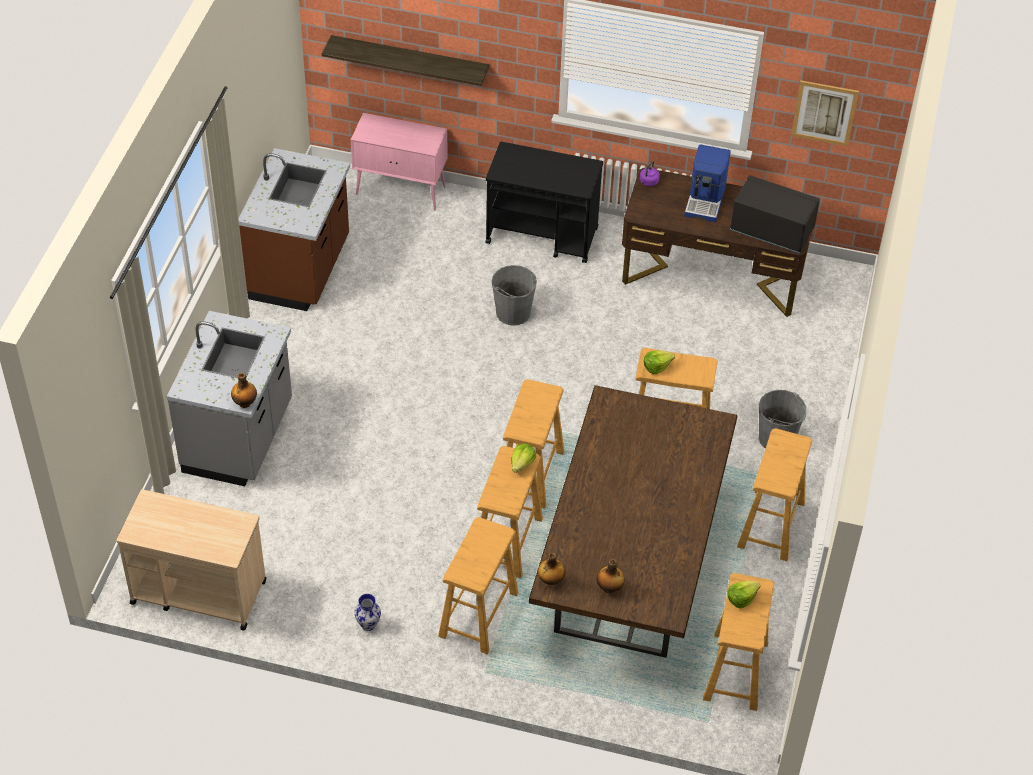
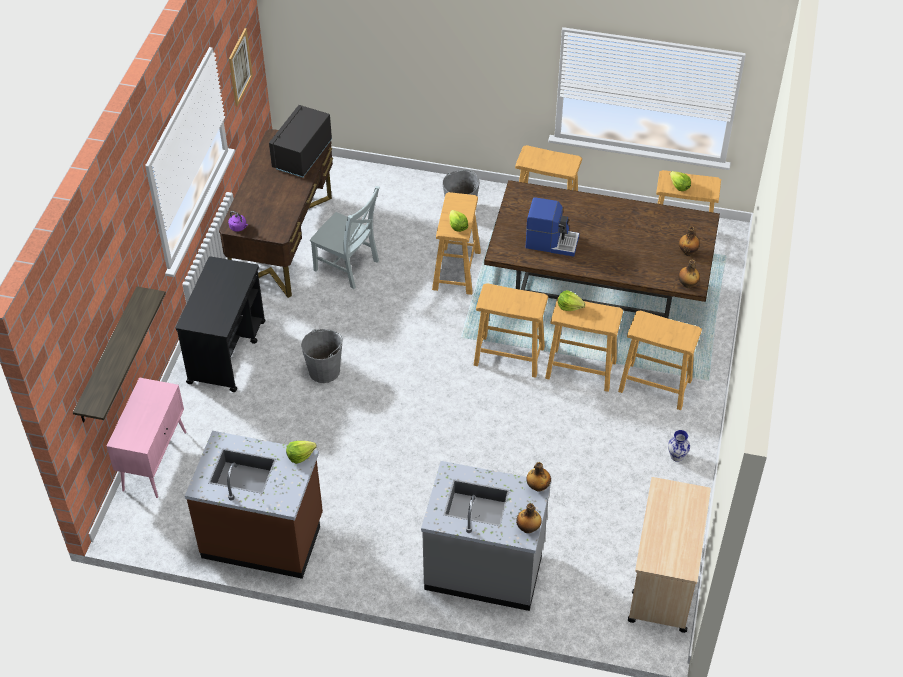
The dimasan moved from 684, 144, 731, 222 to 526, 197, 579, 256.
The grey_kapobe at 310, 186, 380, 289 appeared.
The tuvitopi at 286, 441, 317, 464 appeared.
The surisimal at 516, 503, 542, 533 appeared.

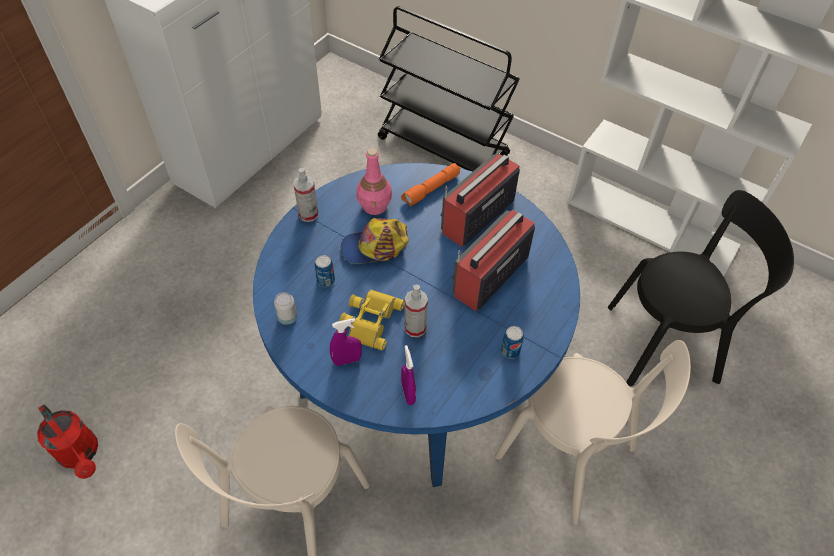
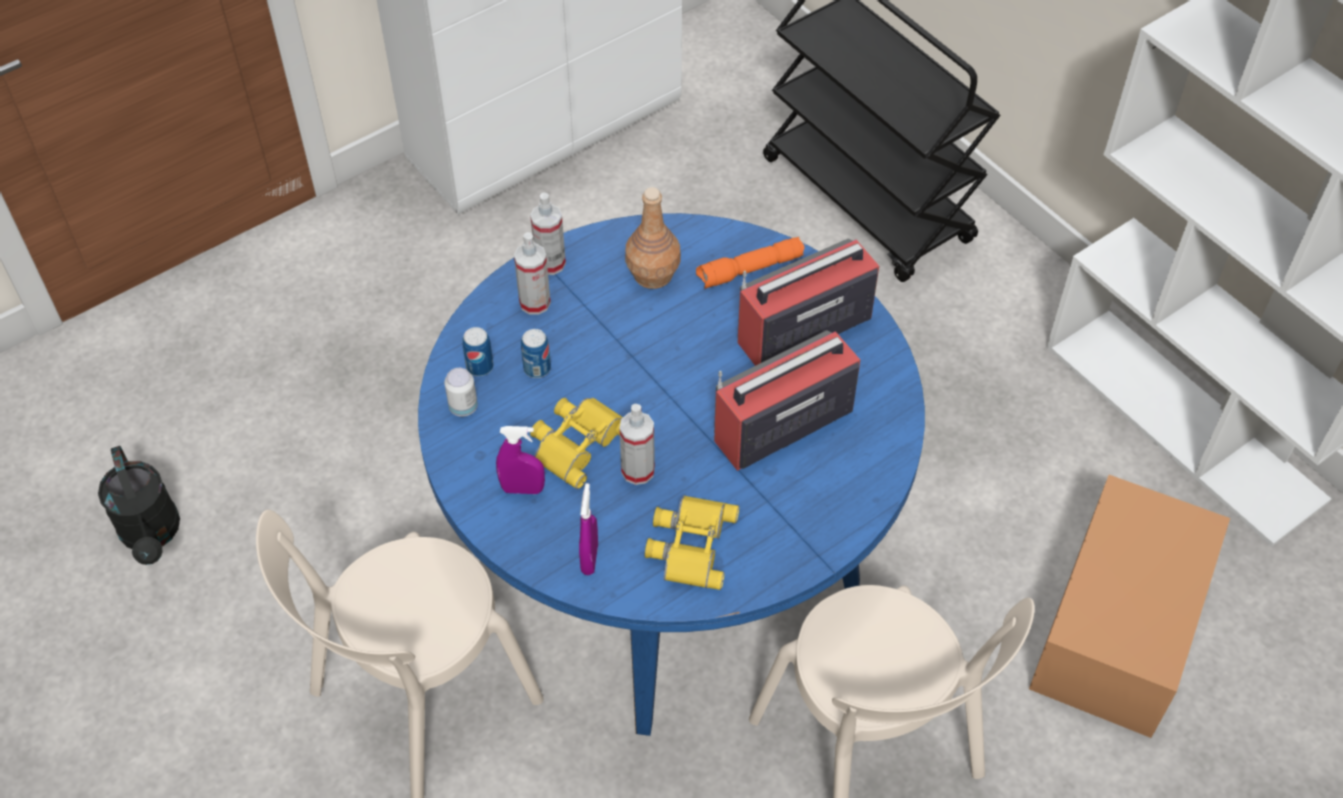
The pink_surisimal at 357, 148, 392, 215 became the brown_surisimal at 625, 187, 681, 289.
The black_kapobe at 608, 190, 794, 386 was replaced by the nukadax at 1029, 475, 1230, 738.
The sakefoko at 341, 218, 409, 264 disappeared.
The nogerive moved from 501, 326, 524, 359 to 462, 327, 493, 376.
The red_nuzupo at 37, 404, 98, 479 became the black_nuzupo at 98, 446, 180, 565.
The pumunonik at 514, 232, 551, 315 appeared.
The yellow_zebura at 645, 495, 739, 590 appeared.

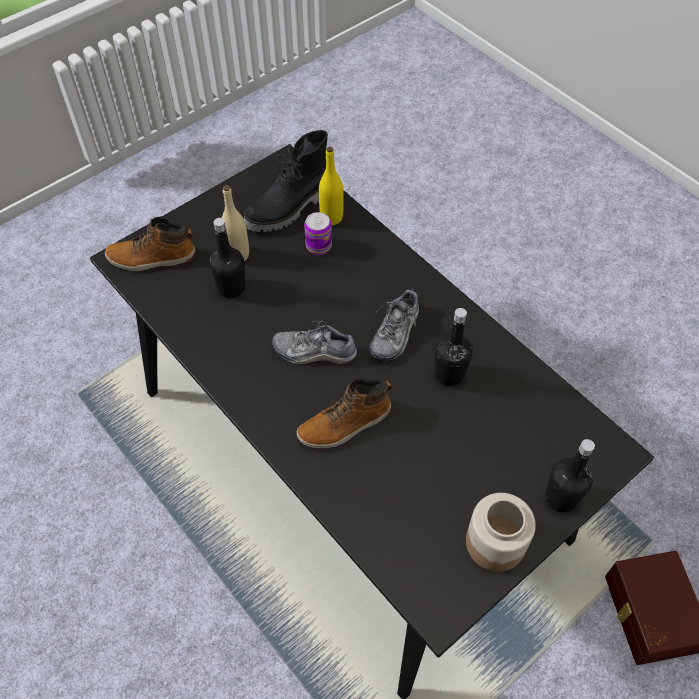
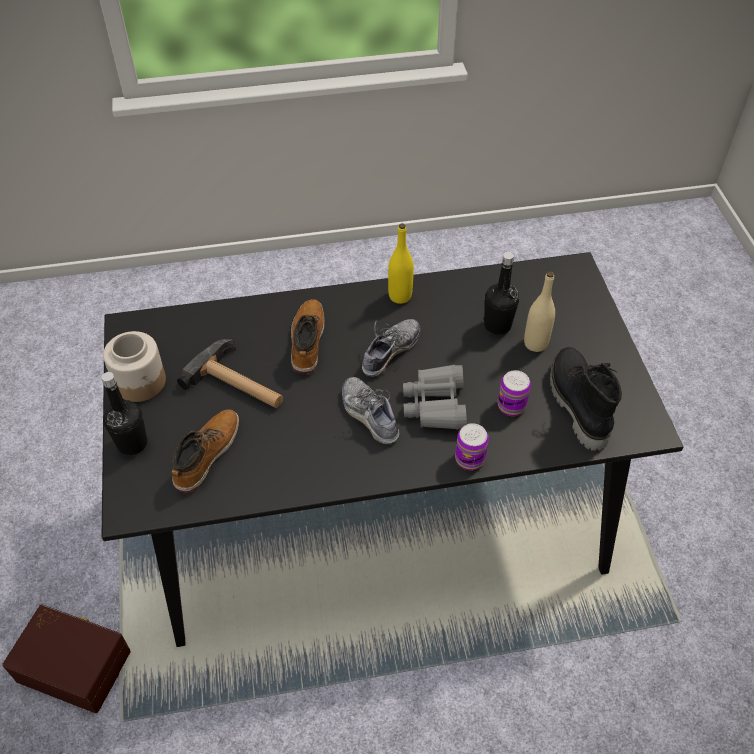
The yellow_surisimal moved from 319, 147, 344, 225 to 388, 223, 414, 304.
The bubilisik moved from 105, 217, 196, 271 to 172, 410, 239, 493.
The black_surisimal at 435, 308, 473, 386 disappeared.
The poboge at 177, 339, 283, 408 appeared.
The grey_zebura at 403, 365, 467, 430 appeared.
The nogerive at 455, 423, 489, 470 appeared.

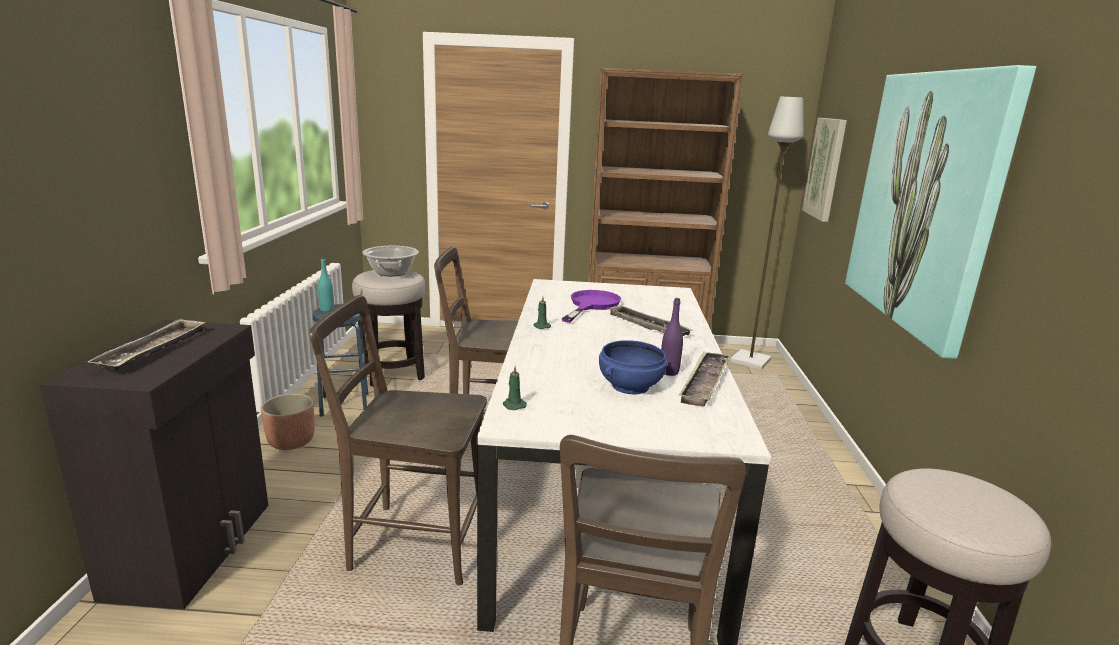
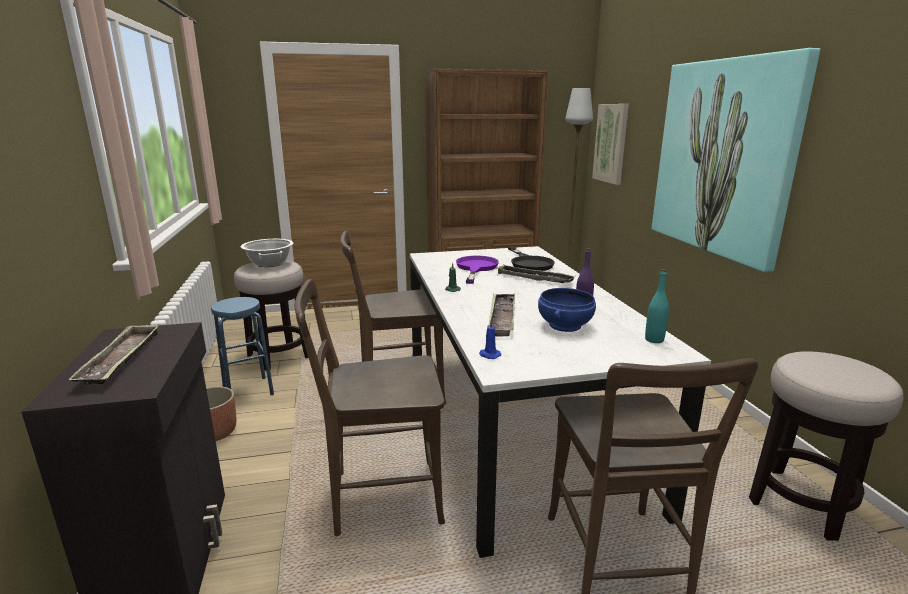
The turquoise_surisimal moved from 318, 257, 334, 312 to 645, 269, 669, 343.
The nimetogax moved from 679, 351, 730, 406 to 488, 294, 515, 337.
The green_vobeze at 503, 366, 527, 410 became the blue_vobeze at 479, 320, 501, 359.
The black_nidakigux at 508, 246, 555, 271 appeared.

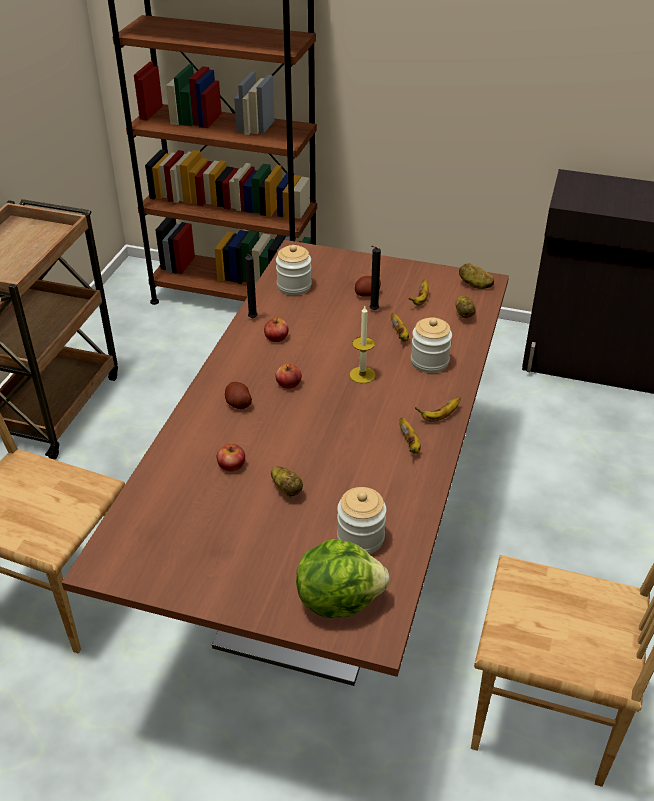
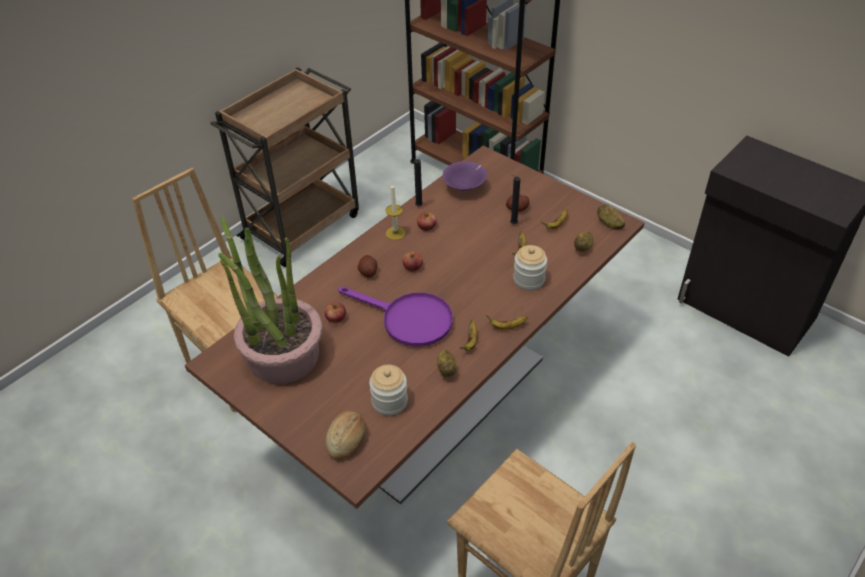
The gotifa at 276, 245, 312, 295 was replaced by the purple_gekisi at 443, 161, 487, 191.
The vobeze moved from 350, 306, 376, 383 to 385, 183, 405, 240.
The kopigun moved from 271, 466, 303, 498 to 437, 350, 457, 377.
The tuvitopi at 296, 539, 390, 618 was replaced by the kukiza at 325, 411, 365, 460.
The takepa at 218, 217, 322, 384 appeared.
The purple_nidakigux at 338, 286, 453, 347 appeared.

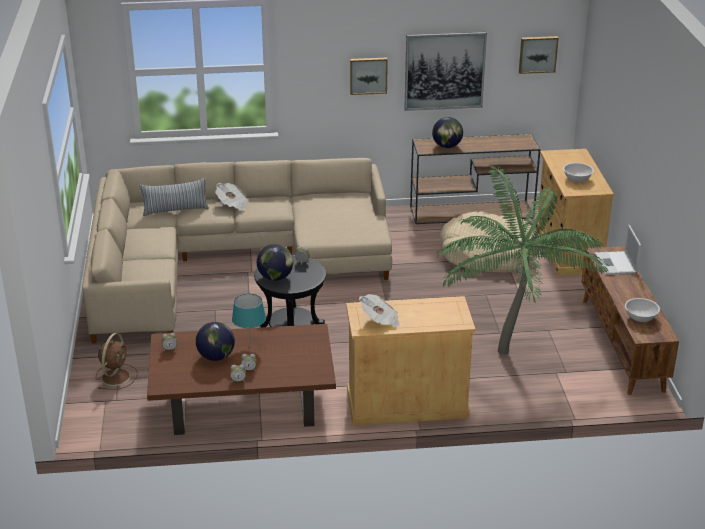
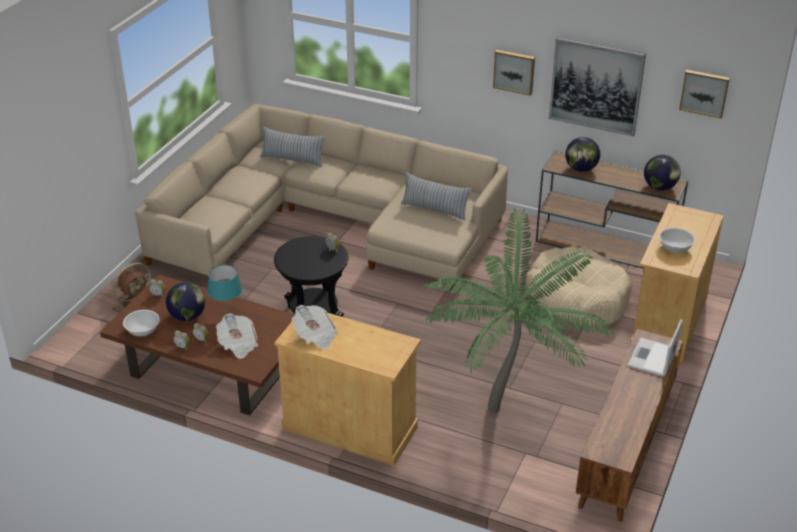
The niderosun moved from 215, 183, 249, 211 to 216, 313, 258, 359.
The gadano moved from 257, 244, 293, 281 to 644, 155, 681, 191.
The white_gekisi moved from 625, 298, 660, 322 to 123, 310, 160, 337.
The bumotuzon at 401, 172, 471, 221 appeared.

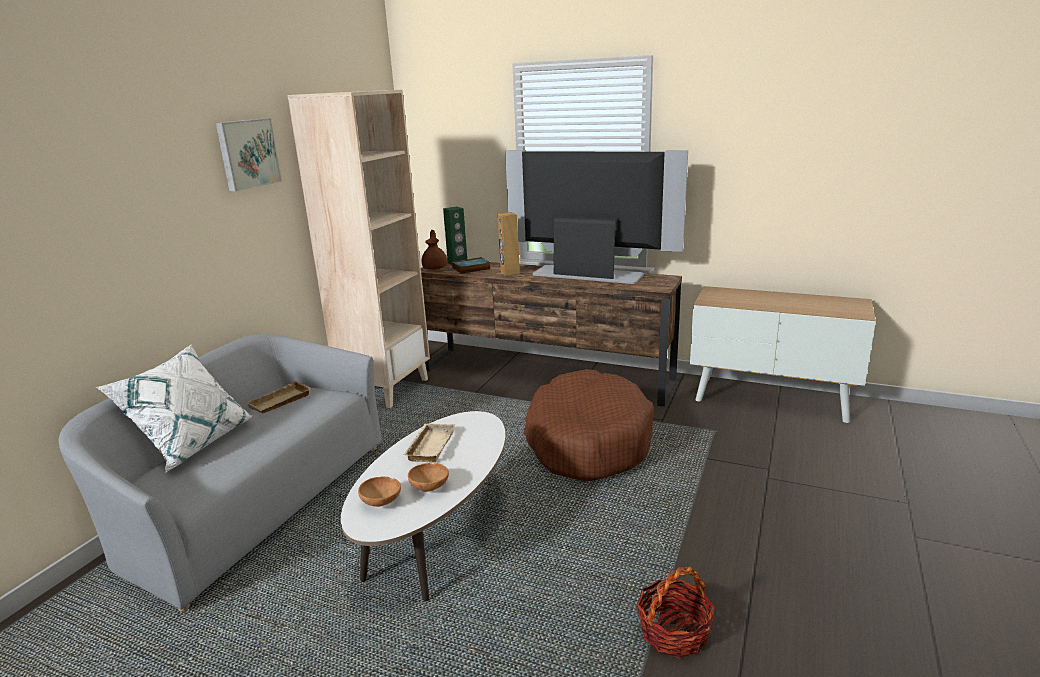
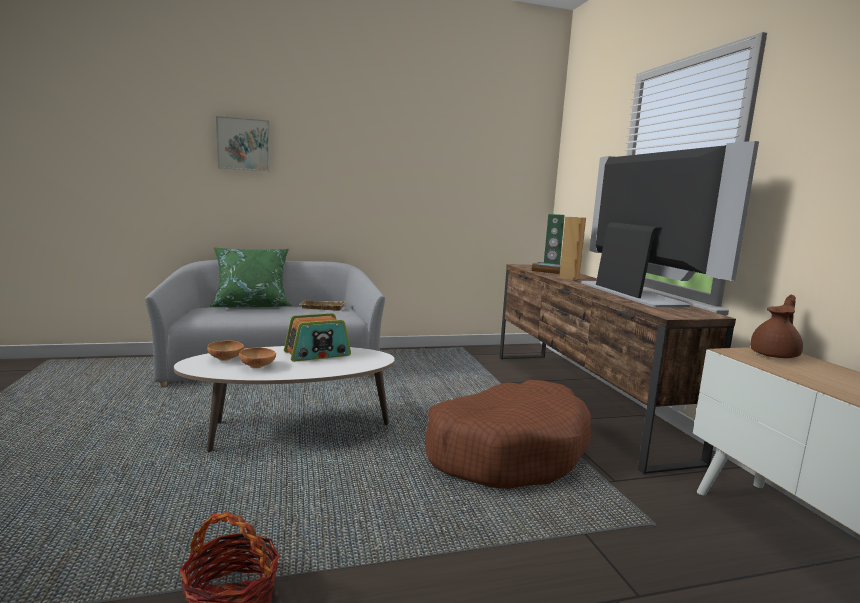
The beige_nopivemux at 287, 90, 430, 408 disappeared.
The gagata moved from 216, 118, 282, 191 to 216, 116, 270, 171.
The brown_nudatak moved from 422, 230, 448, 270 to 750, 295, 803, 358.
The white_bumotuzon at 96, 345, 252, 473 became the green_bumotuzon at 209, 247, 292, 307.
The beige_nimetogax at 403, 424, 455, 462 was replaced by the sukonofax at 284, 313, 351, 362.

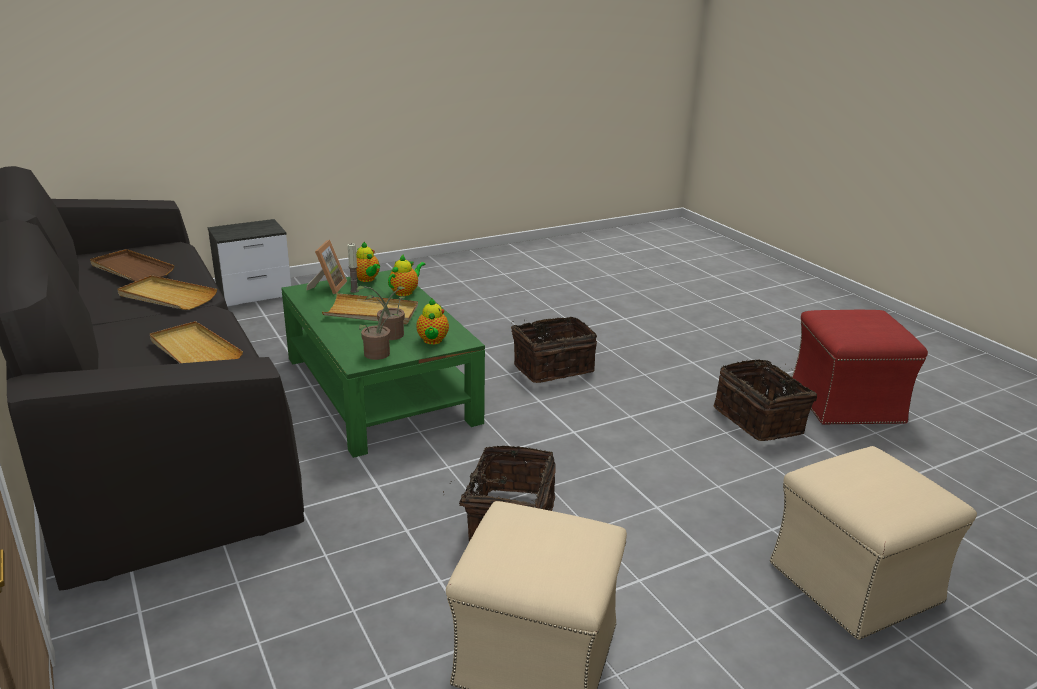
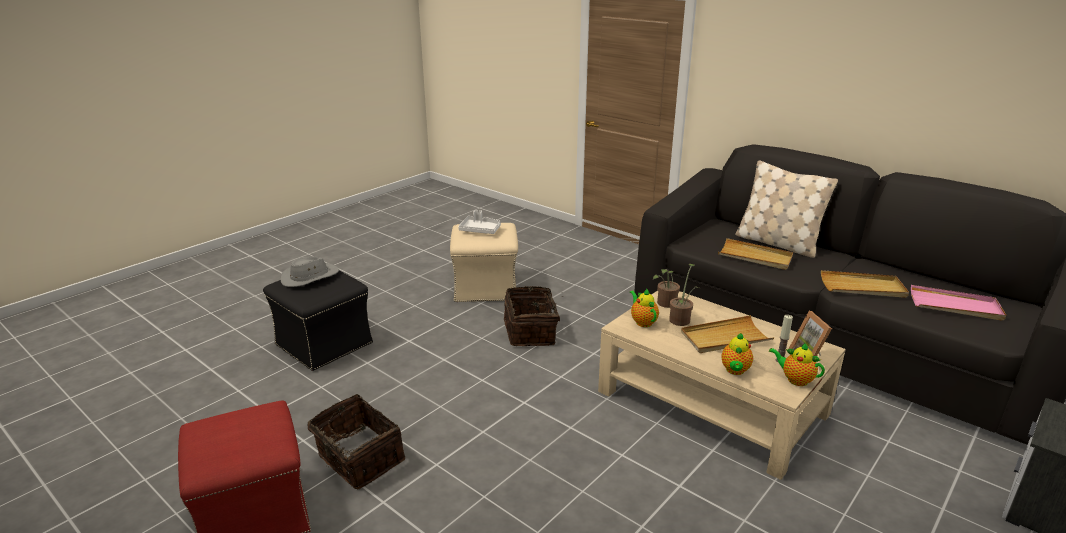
The brown_nimetogax at 90, 249, 174, 282 became the pink_nimetogax at 911, 285, 1006, 321.
The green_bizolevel at 281, 270, 485, 458 became the beige_bizolevel at 598, 291, 846, 480.
The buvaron at 511, 317, 597, 383 disappeared.
The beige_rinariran at 770, 446, 977, 640 became the black_rinariran at 263, 269, 373, 371.
The beige_bumotuzon at 735, 160, 838, 258 appeared.
The white_nimetogax at 458, 210, 501, 234 appeared.
The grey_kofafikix at 280, 257, 339, 287 appeared.

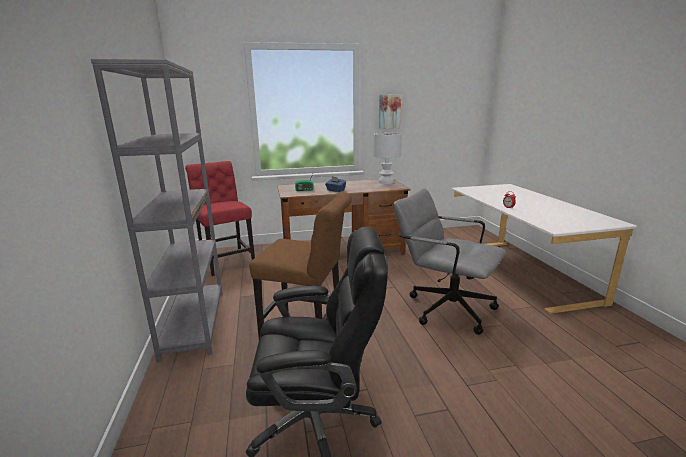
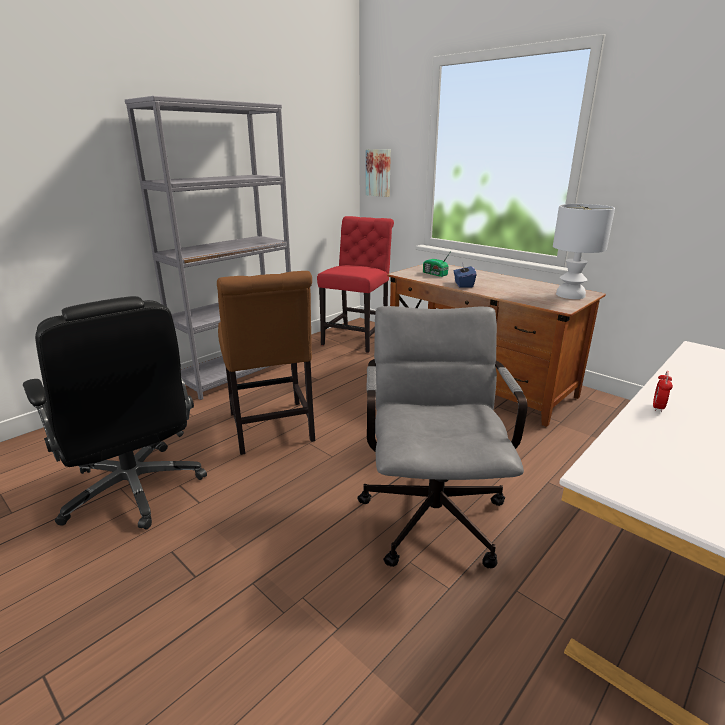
The gagata moved from 379, 94, 401, 129 to 366, 149, 391, 197.

